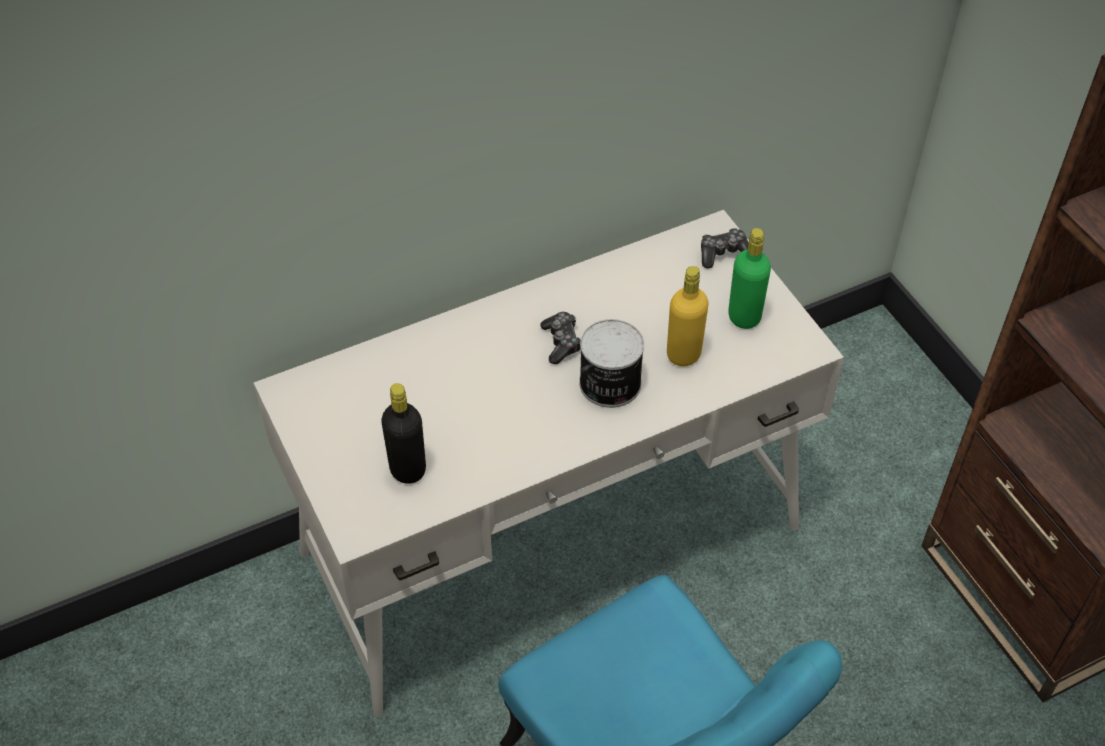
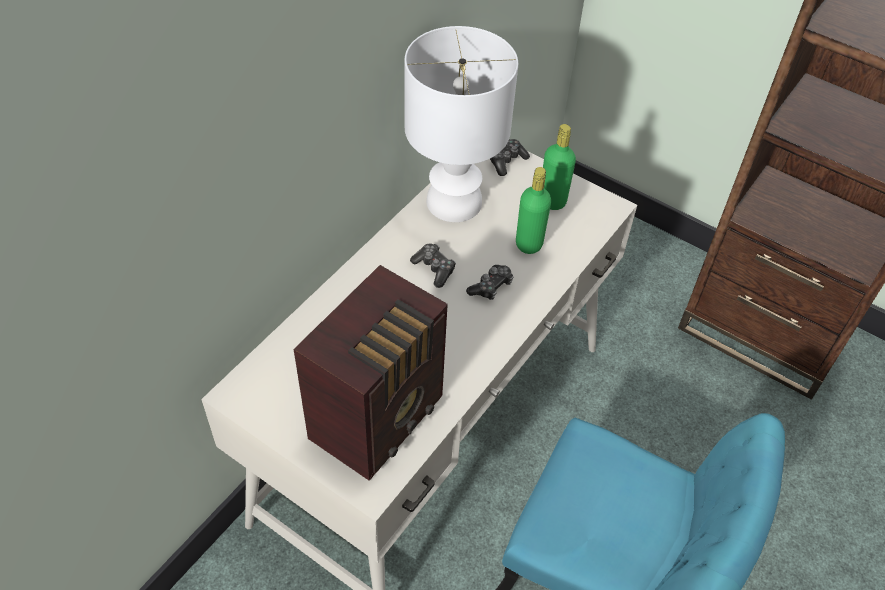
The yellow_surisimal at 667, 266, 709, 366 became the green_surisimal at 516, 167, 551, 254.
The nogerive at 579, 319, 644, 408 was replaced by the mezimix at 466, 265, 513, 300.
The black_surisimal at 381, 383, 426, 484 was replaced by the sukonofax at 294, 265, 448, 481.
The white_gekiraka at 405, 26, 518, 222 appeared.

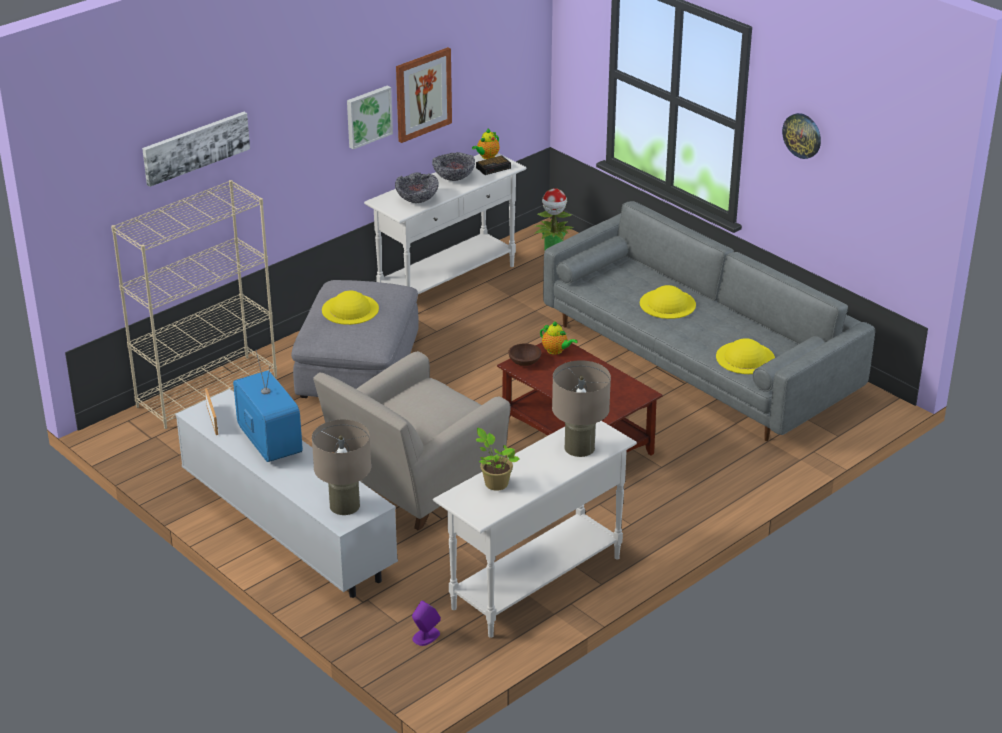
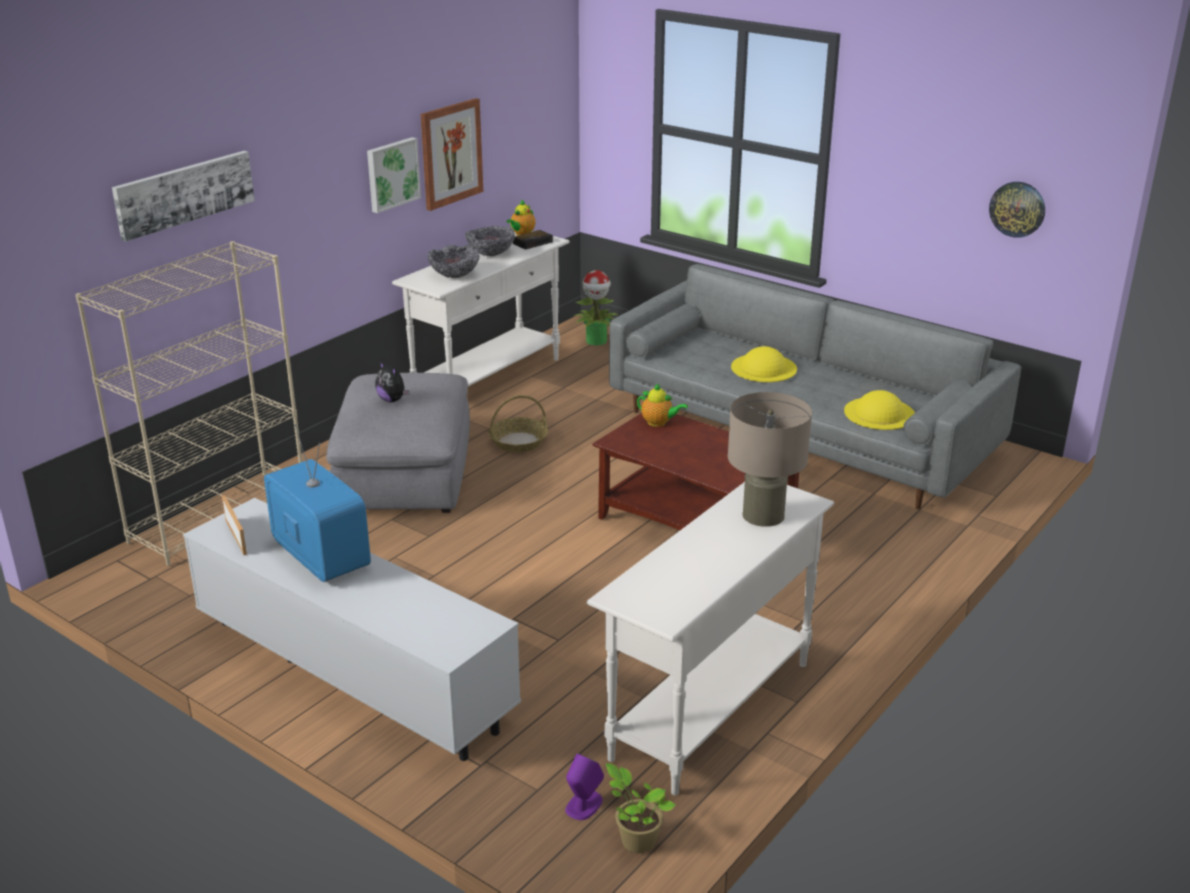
The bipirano moved from 782, 113, 821, 159 to 989, 182, 1045, 238.
The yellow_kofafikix at 322, 291, 379, 325 was replaced by the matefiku at 375, 362, 409, 402.
The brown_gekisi at 508, 343, 541, 366 disappeared.
The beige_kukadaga at 313, 351, 511, 530 disappeared.
The beige_gekiraka at 312, 419, 371, 515 disappeared.
The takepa moved from 476, 428, 520, 491 to 606, 763, 676, 853.
The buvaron at 488, 395, 548, 452 appeared.

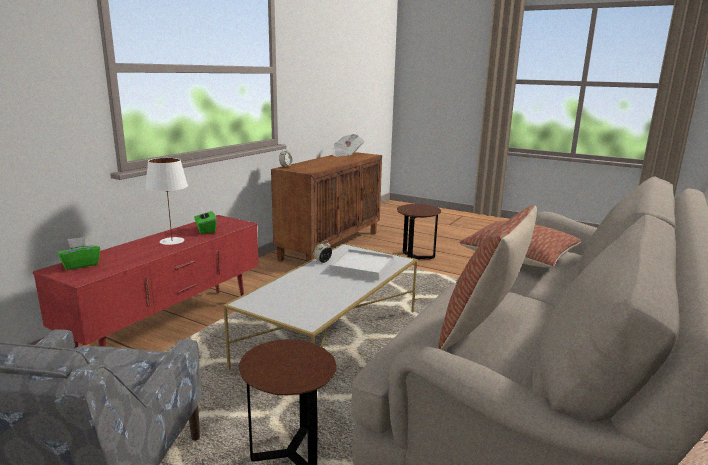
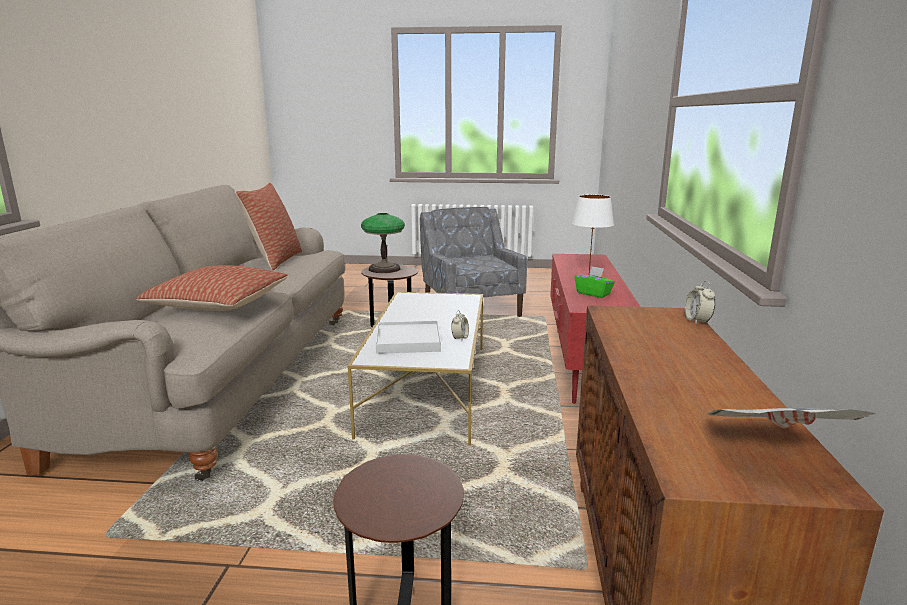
The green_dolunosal at 57, 237, 100, 270 disappeared.
The gekiraka at 361, 213, 405, 273 appeared.

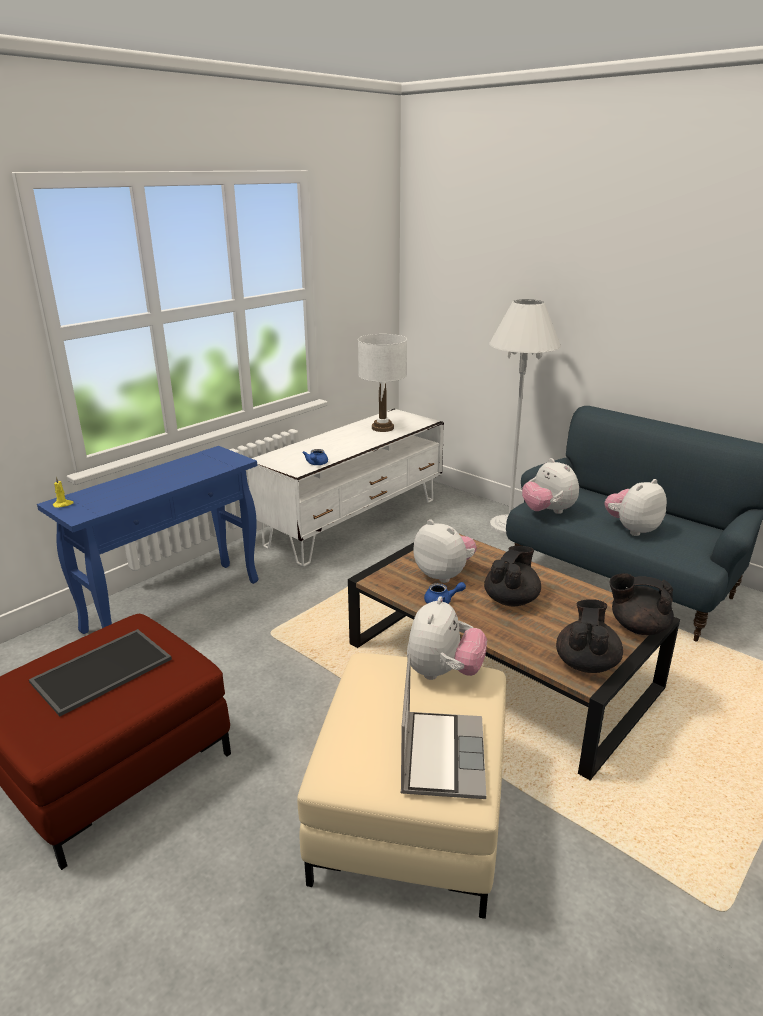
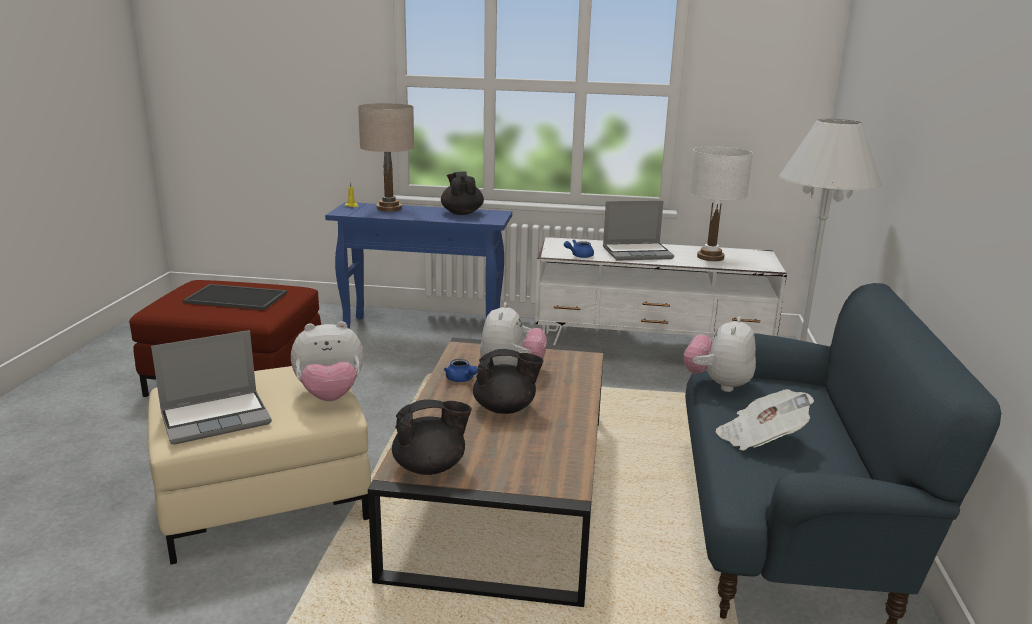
The matefiku at 604, 479, 667, 536 was replaced by the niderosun at 716, 389, 814, 451.
The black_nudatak moved from 609, 573, 674, 635 to 441, 171, 484, 215.
The beige_gekiraka at 358, 103, 414, 212 appeared.
The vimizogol at 603, 201, 674, 261 appeared.

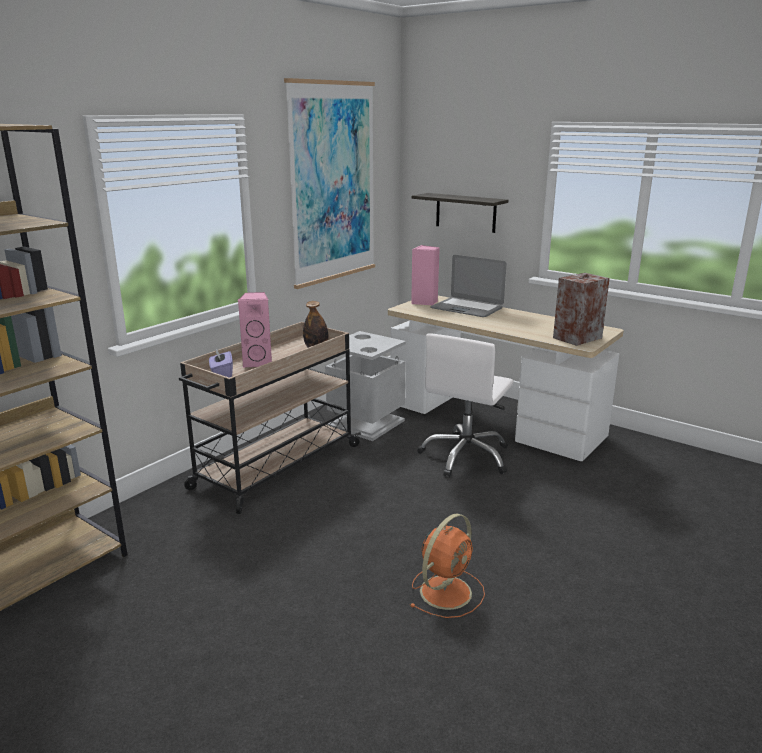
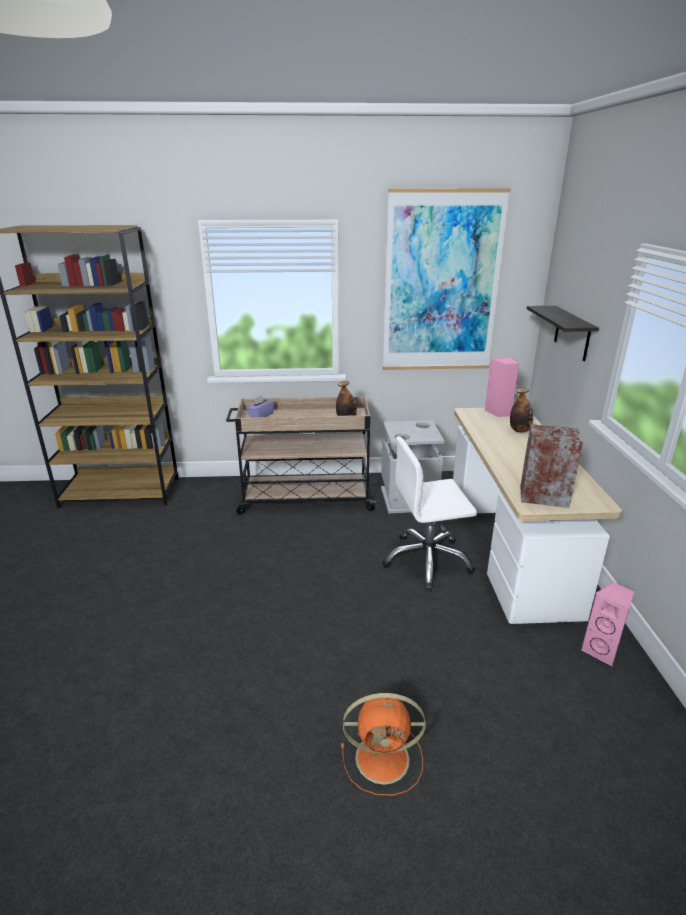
The vimizogol at 430, 255, 507, 317 was replaced by the surisimal at 510, 388, 533, 432.
The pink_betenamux moved from 238, 292, 272, 368 to 581, 582, 634, 666.
The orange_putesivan moved from 410, 514, 485, 618 to 341, 693, 426, 796.

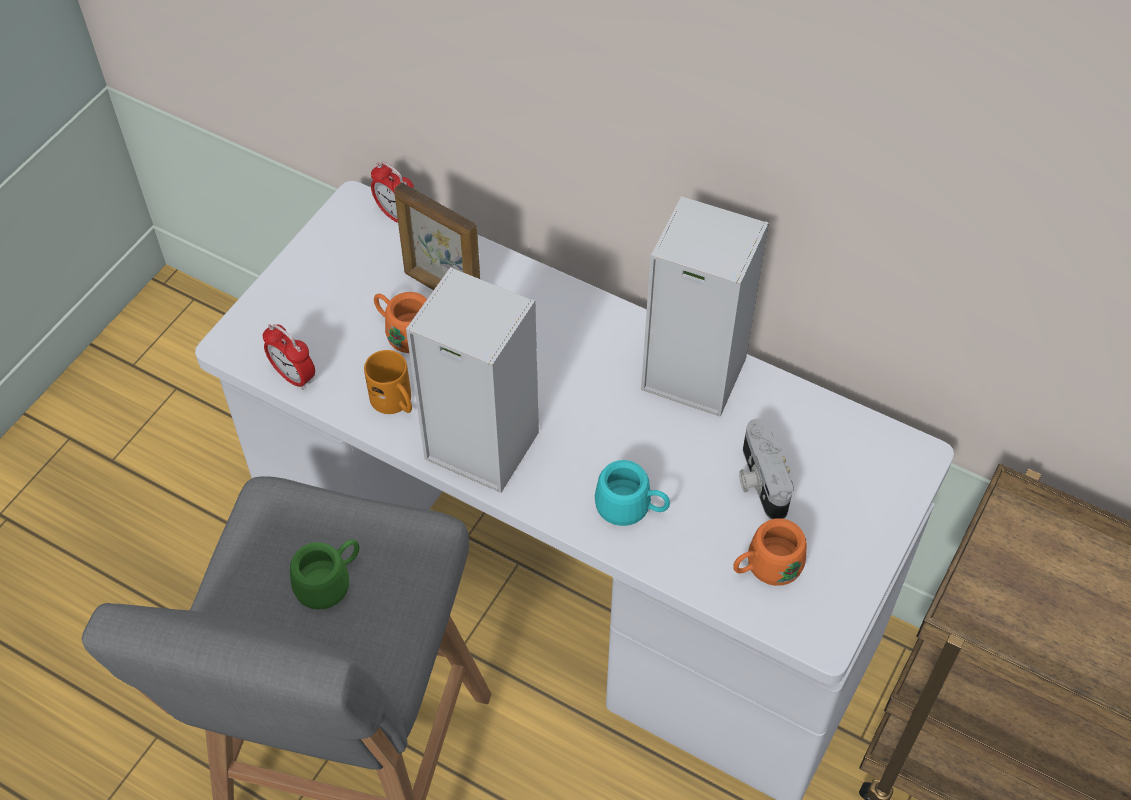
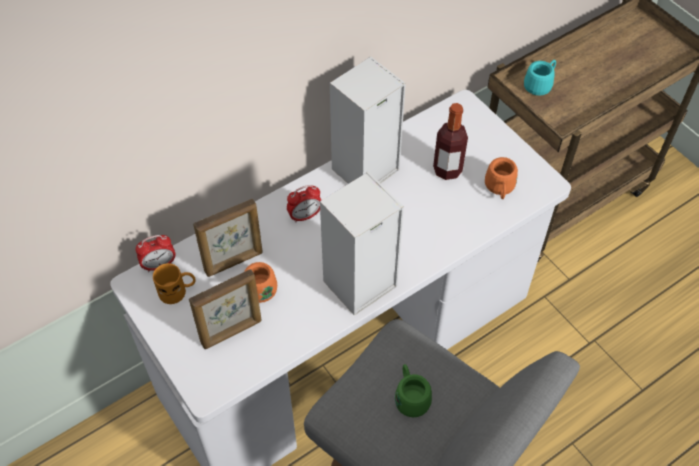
The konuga moved from 263, 324, 315, 390 to 287, 185, 321, 223.
The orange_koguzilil moved from 364, 350, 412, 414 to 153, 263, 196, 304.
The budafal at 739, 419, 794, 519 was replaced by the surisimal at 433, 103, 468, 180.
The turquoise_koguzilil moved from 595, 460, 670, 526 to 524, 60, 556, 96.
The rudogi at 189, 269, 262, 349 appeared.

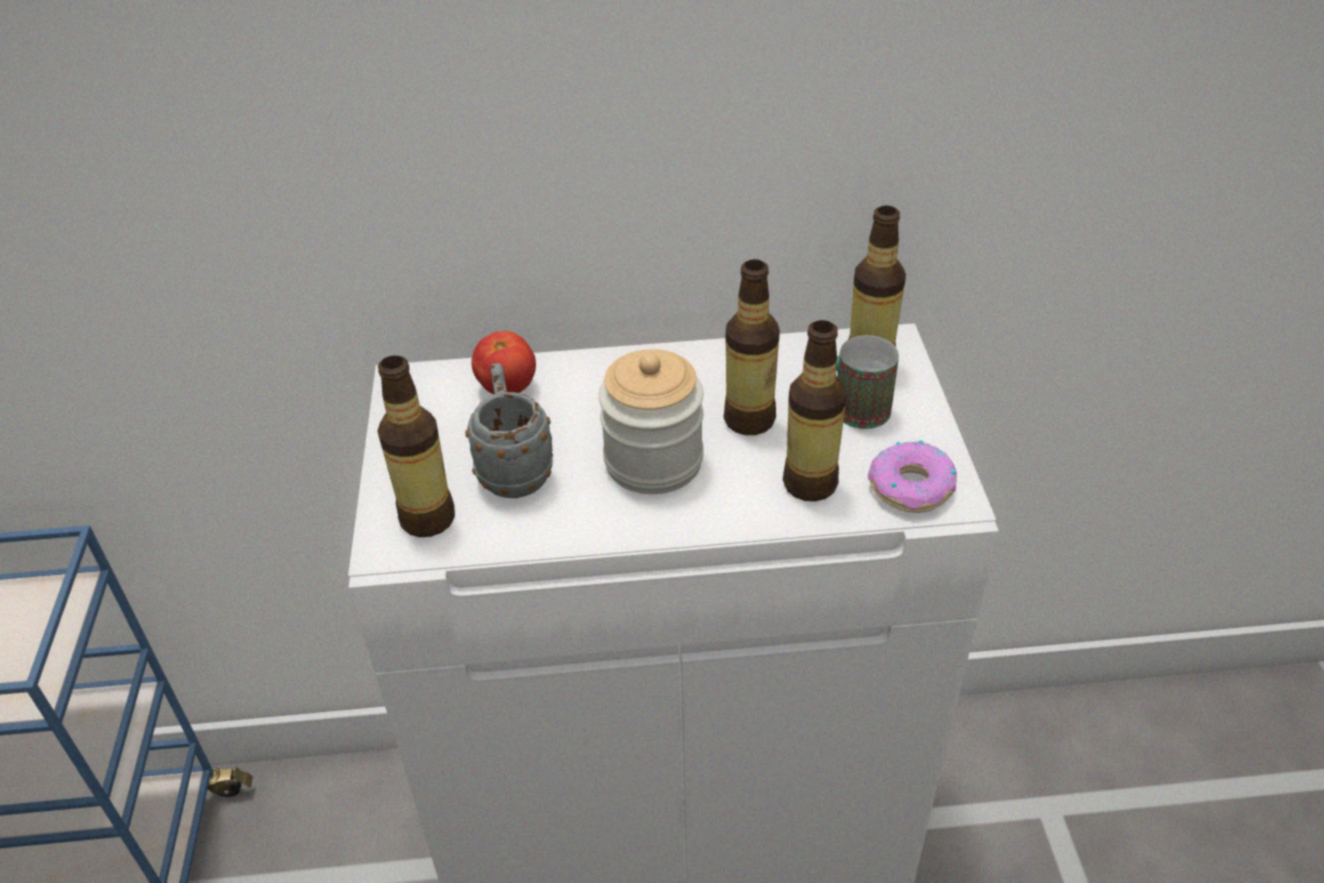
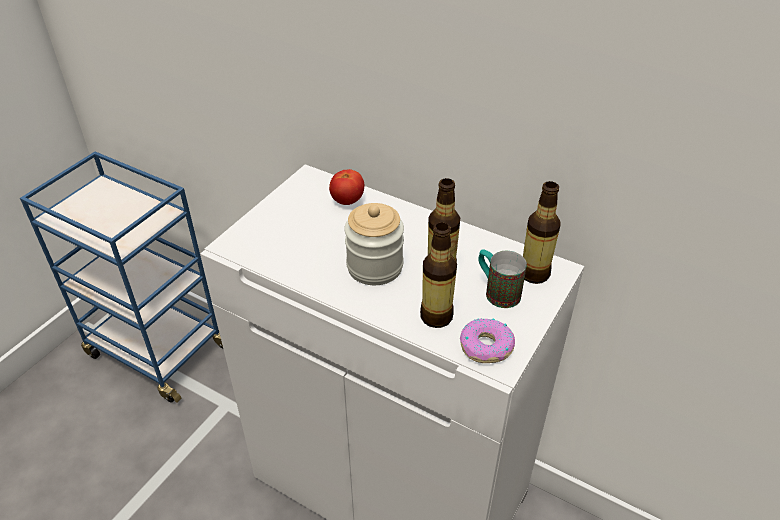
The surisimal at 377, 355, 455, 537 disappeared.
The grey_koguzilil at 466, 363, 553, 498 disappeared.

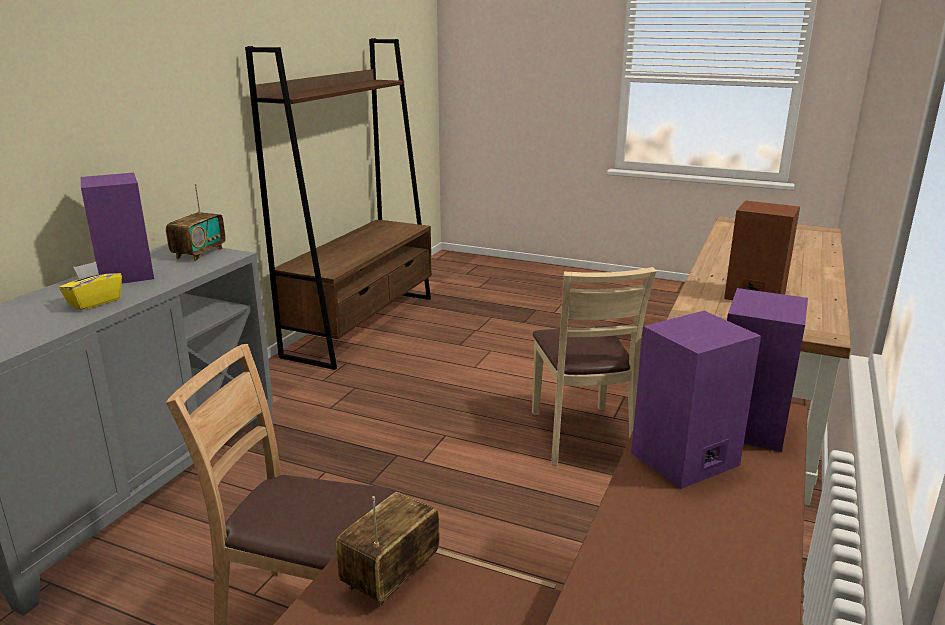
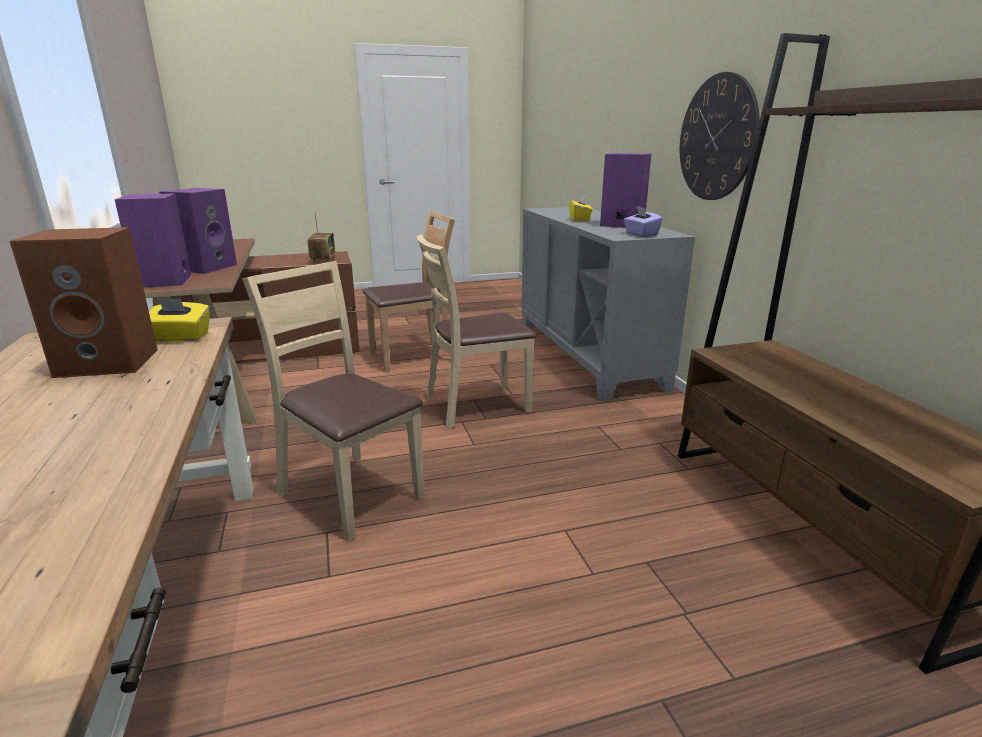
The sukonofax at 166, 184, 226, 261 was replaced by the purple_dolunosal at 624, 206, 663, 237.
The bipirano at 680, 72, 760, 200 appeared.
The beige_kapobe at 417, 234, 537, 429 appeared.
The yellow_dolunosal at 149, 298, 210, 342 appeared.

